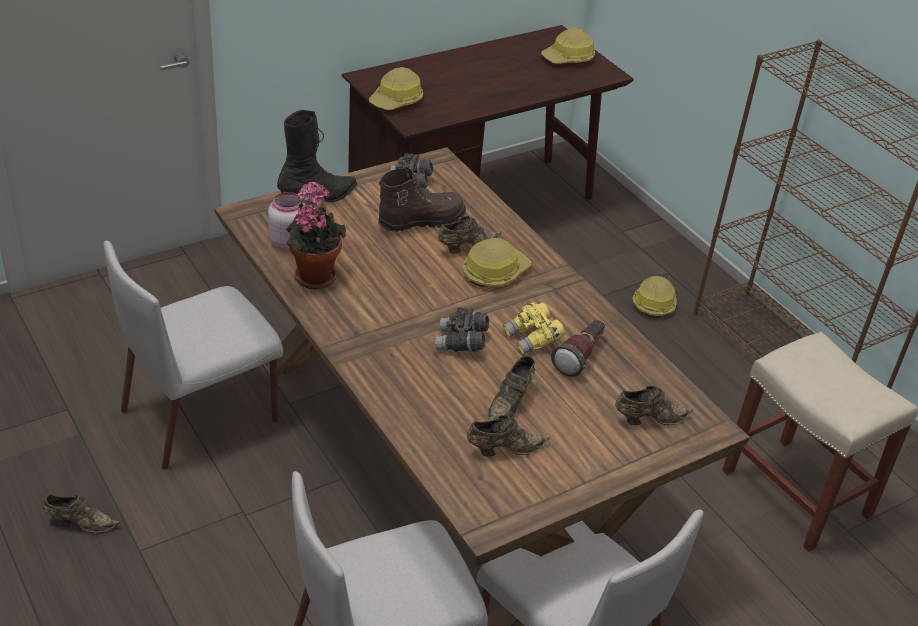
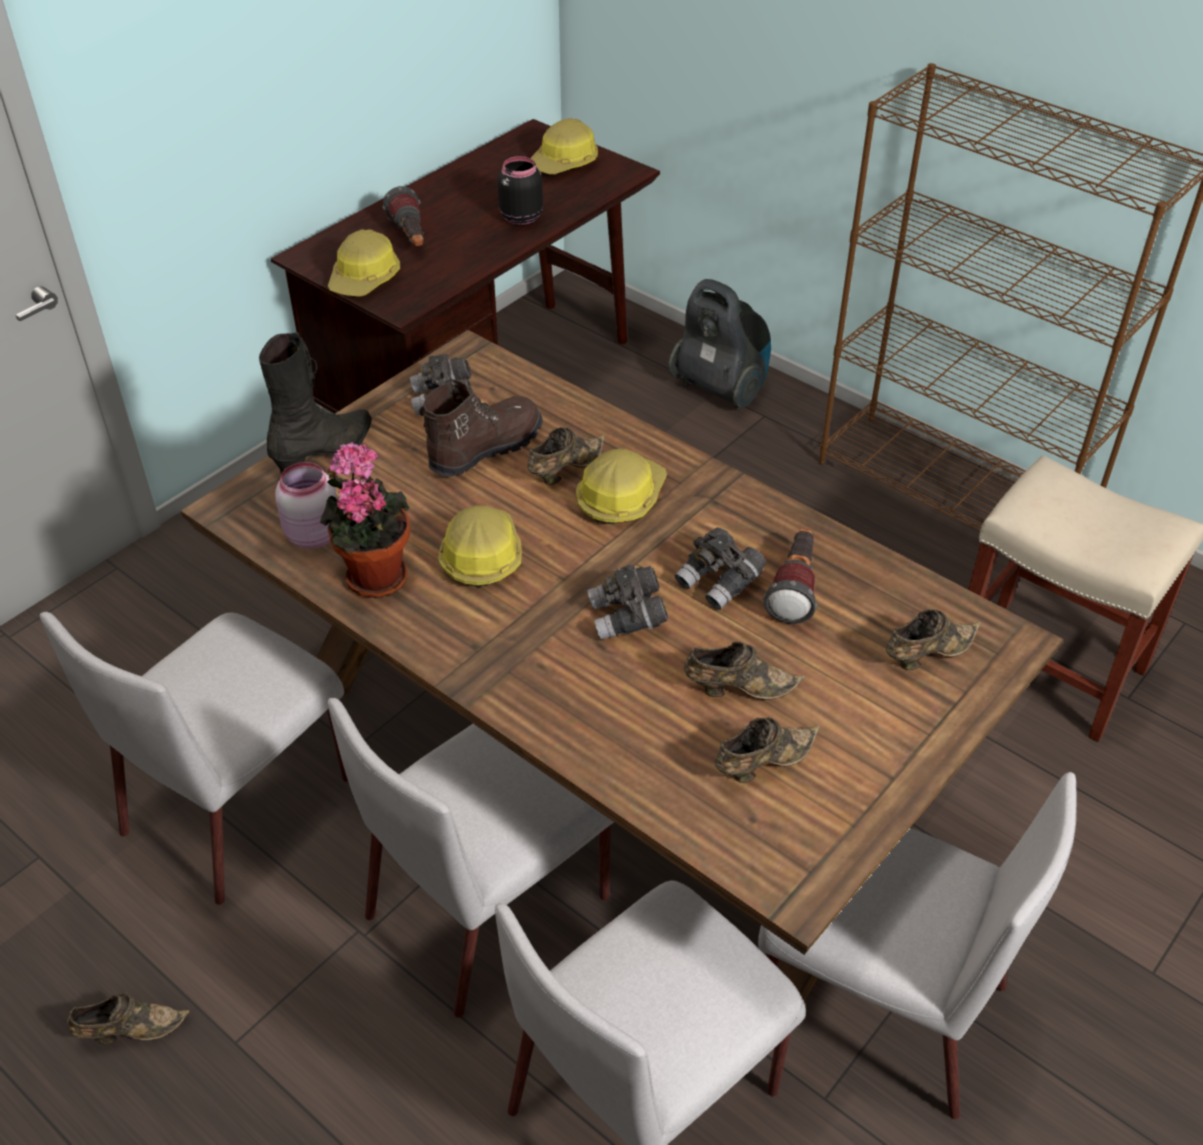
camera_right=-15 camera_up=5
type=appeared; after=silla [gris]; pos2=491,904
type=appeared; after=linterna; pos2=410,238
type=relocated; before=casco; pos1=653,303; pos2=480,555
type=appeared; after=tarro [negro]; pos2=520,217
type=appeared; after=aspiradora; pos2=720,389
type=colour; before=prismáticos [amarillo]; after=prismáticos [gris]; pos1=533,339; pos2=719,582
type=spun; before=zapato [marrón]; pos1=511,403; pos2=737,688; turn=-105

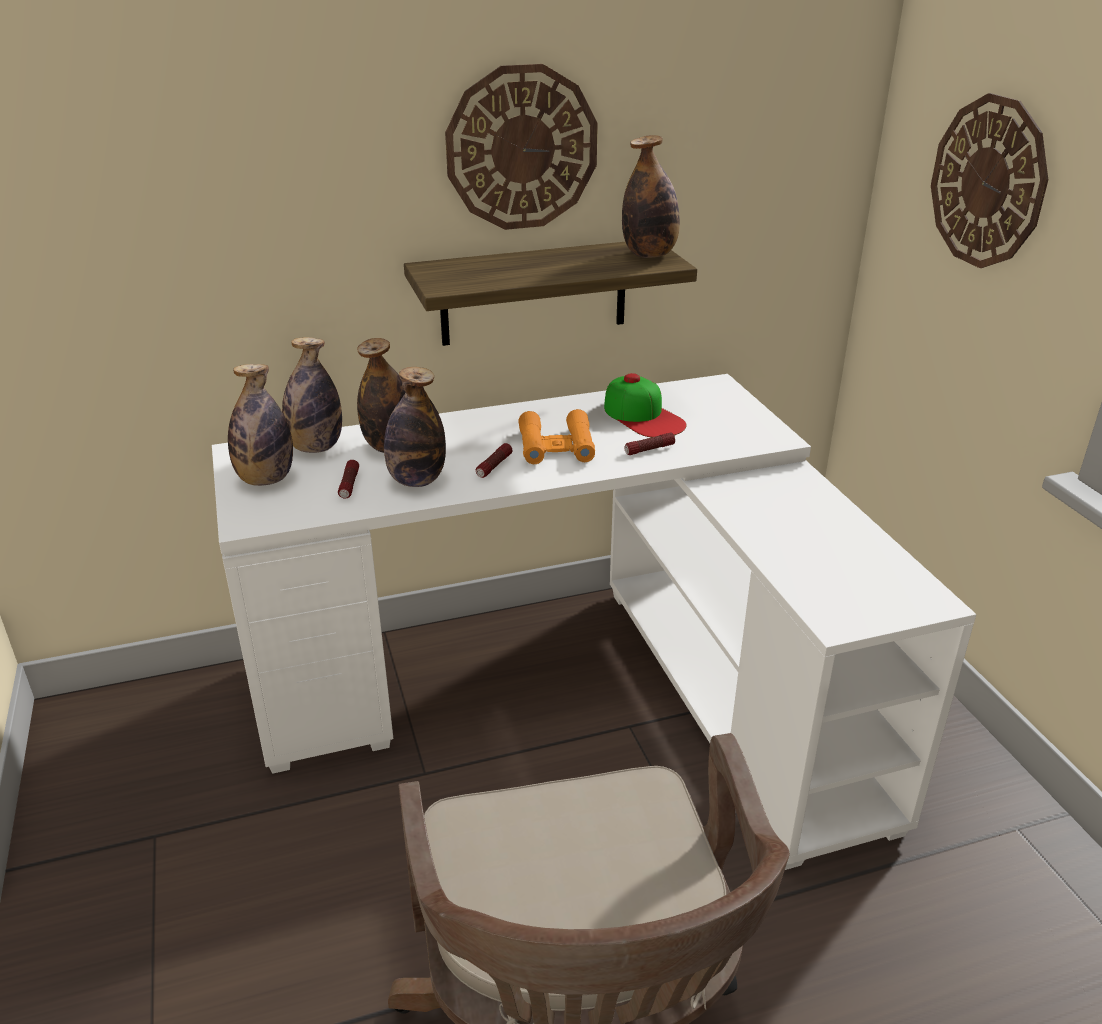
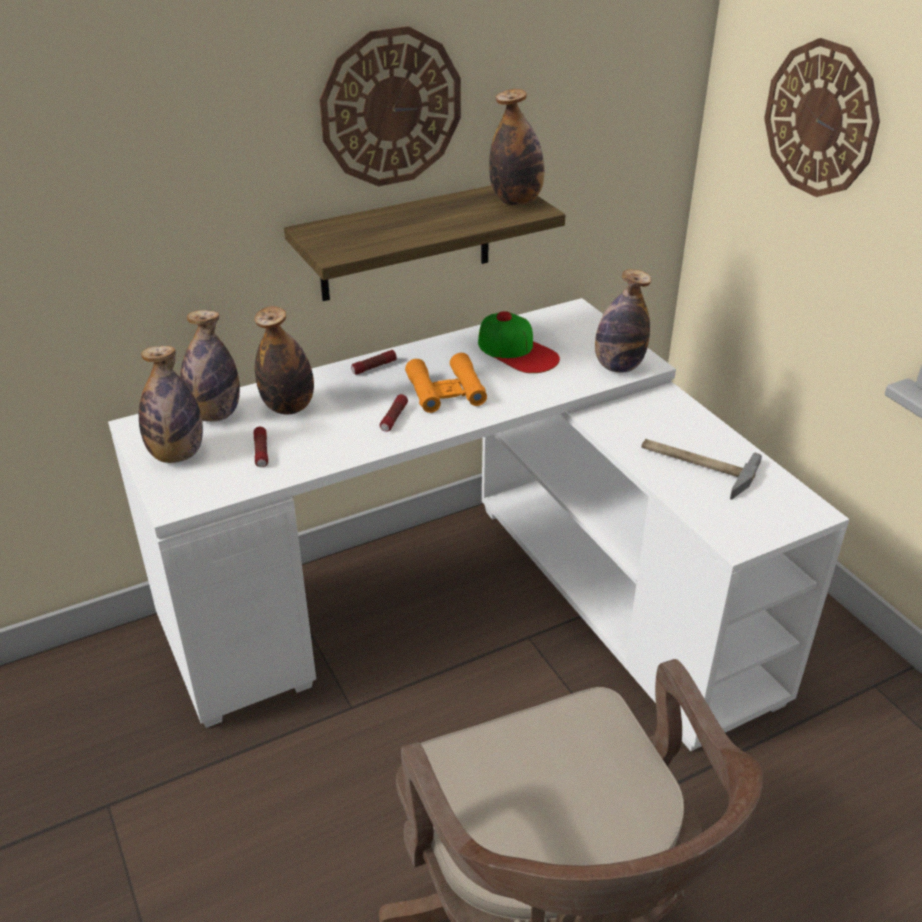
camera_right=-10 camera_up=5
type=relocated; before=linterna; pos1=649,449; pos2=374,367
type=relocated; before=botella; pos1=416,480; pos2=618,366
type=appeared; after=martillo; pos2=695,465

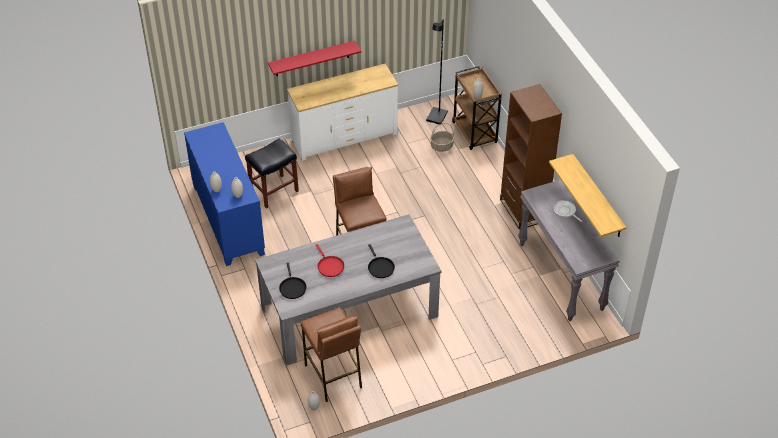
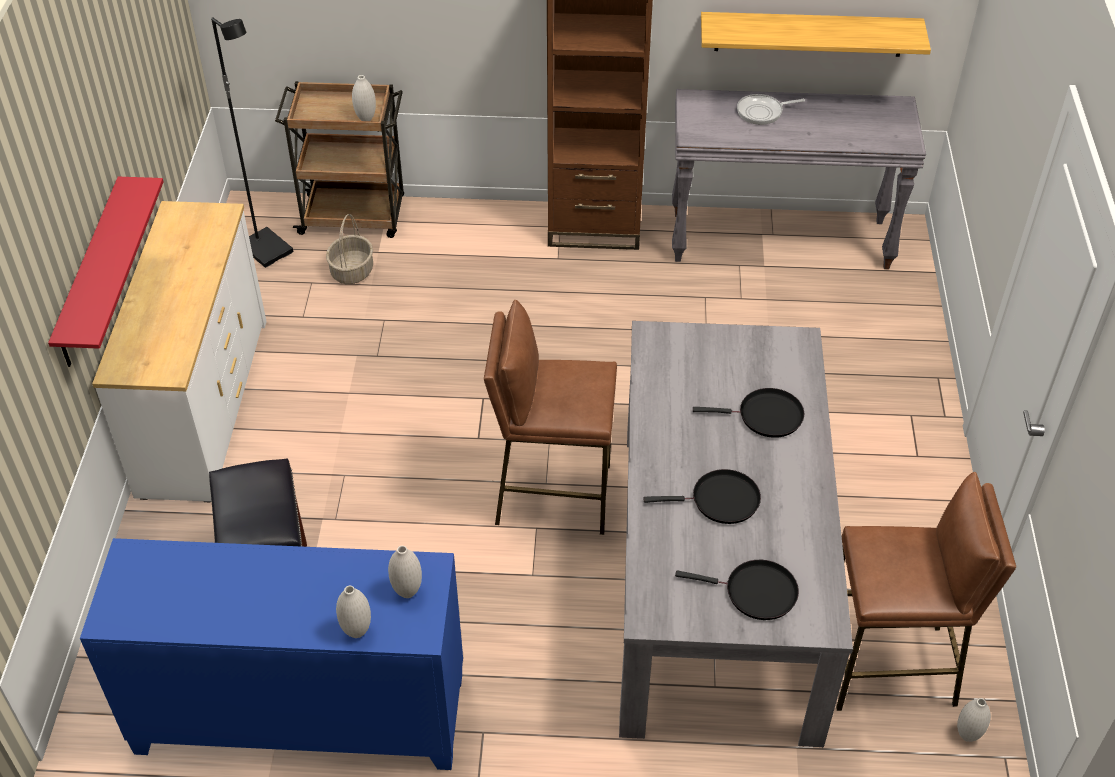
camera_right=-65 camera_up=0
type=colour; before=sartén [rojo]; after=sartén [negro]; pos1=329,266; pos2=720,500

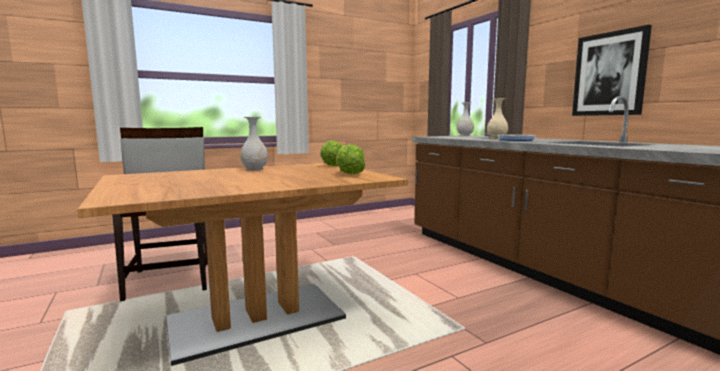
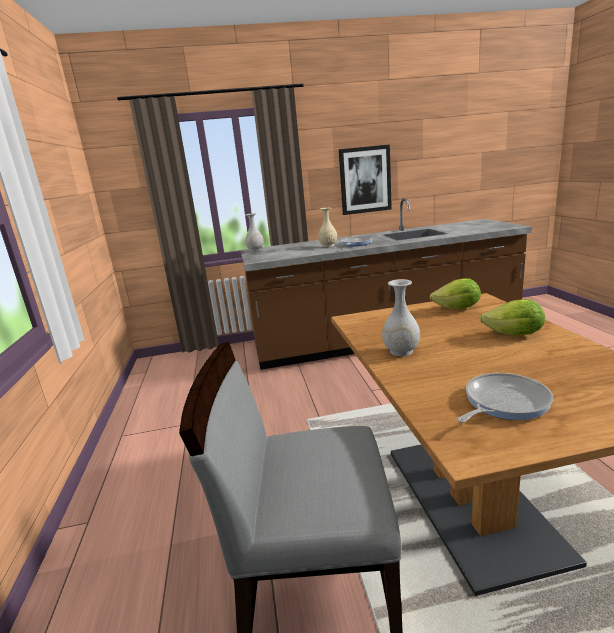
camera_right=-70 camera_up=10
type=appeared; after=sartén; pos2=503,403
type=relocated; before=lechuga; pos1=332,166; pos2=514,334

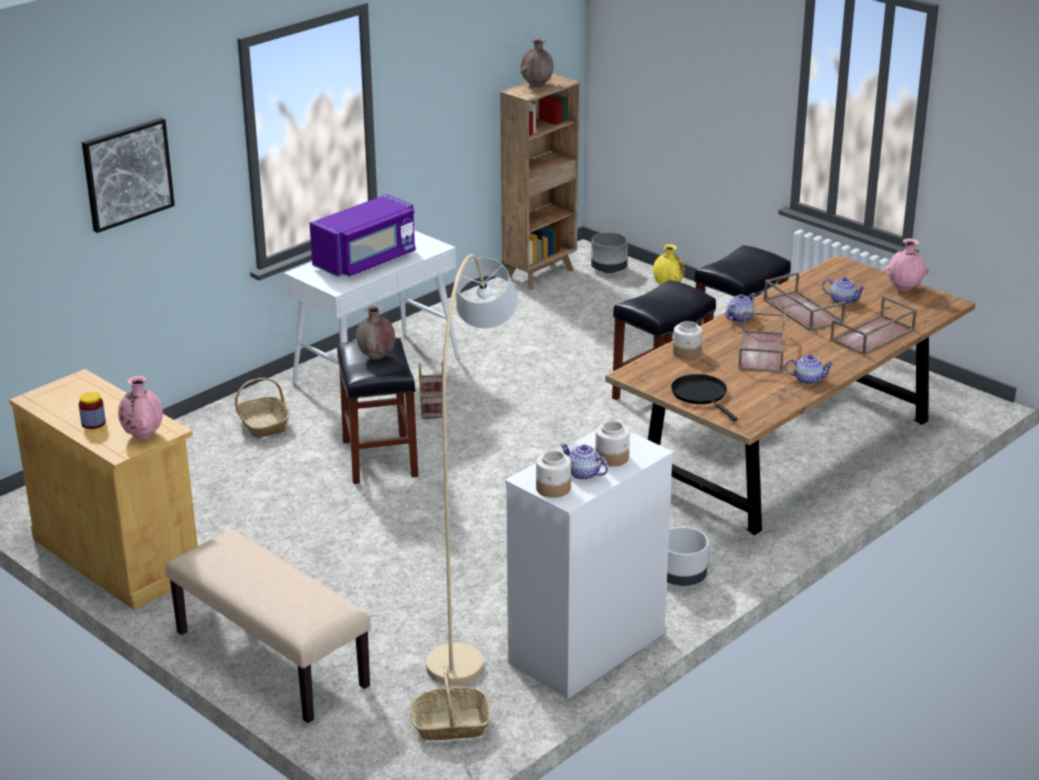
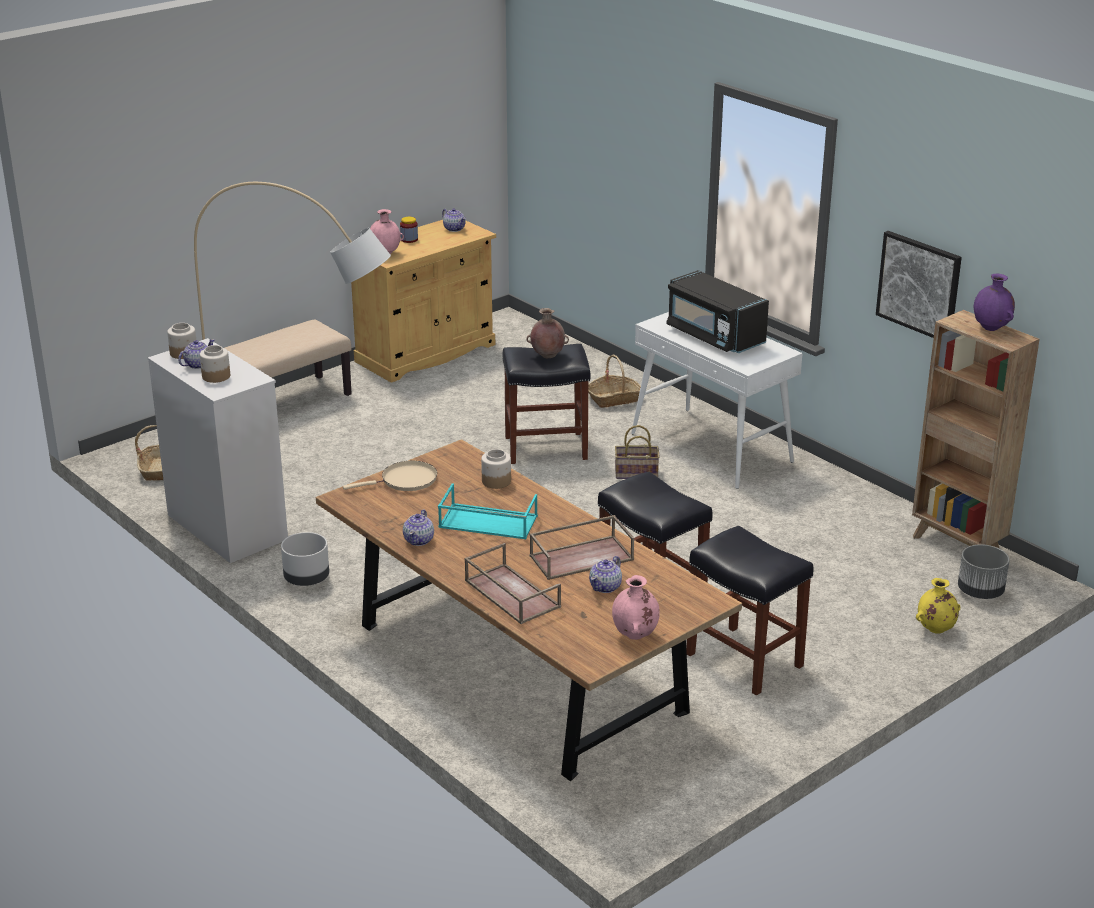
camera_right=95 camera_up=0
type=colour; before=sartén [negro]; after=sartén [beis]; pos1=701,395; pos2=405,481
type=colour; before=bandeja [marrón]; after=bandeja [turquesa]; pos1=762,352; pos2=487,522
type=relocated; before=tetera; pos1=739,318; pos2=454,229
type=colour; before=microondas [morado]; after=microondas [negro]; pos1=366,261; pos2=714,336
type=relocated; before=cuadro; pos1=127,174; pos2=919,285
type=colour; before=florero [marrón]; after=florero [morado]; pos1=537,85; pos2=991,328

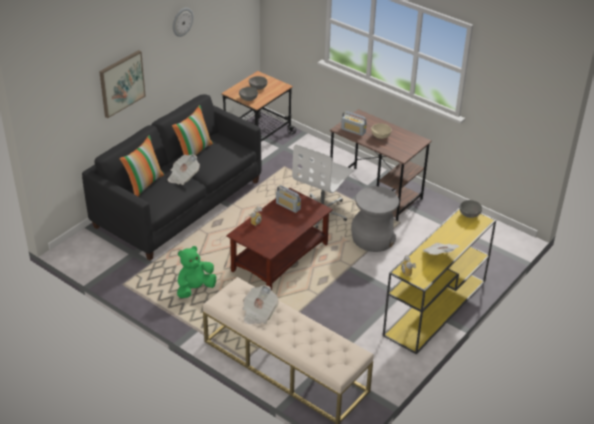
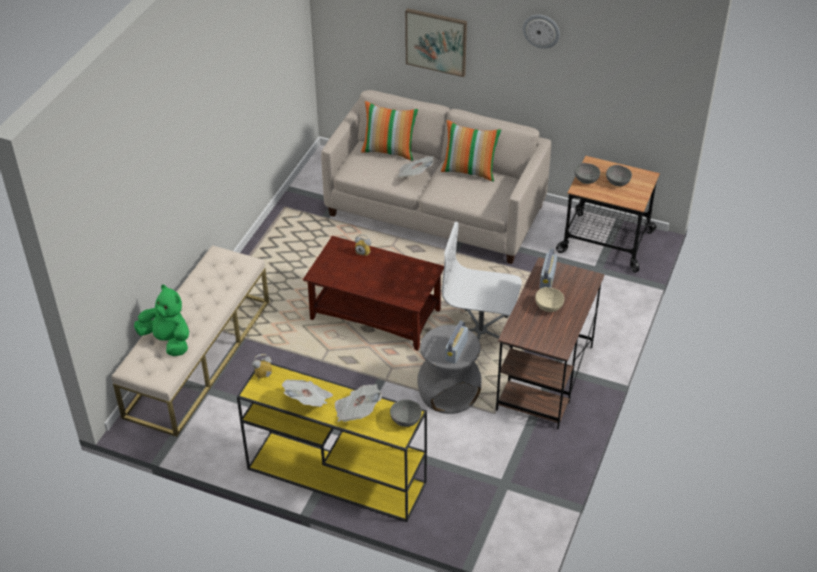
camera_right=75 camera_up=5
type=relocated; before=peluche [verde]; pos1=195,288; pos2=168,341
type=colour; before=sofá [negro]; after=sofá [beis]; pos1=178,204; pos2=436,210
type=relocated; before=periódico; pos1=258,313; pos2=357,411
type=relocated; before=radio; pos1=288,206; pos2=456,350

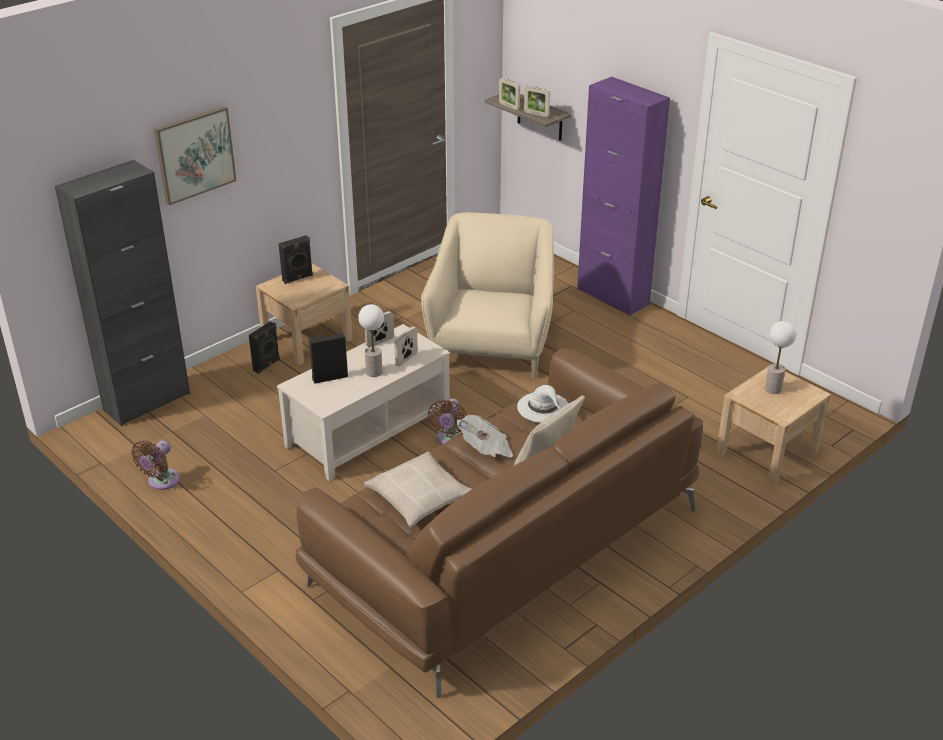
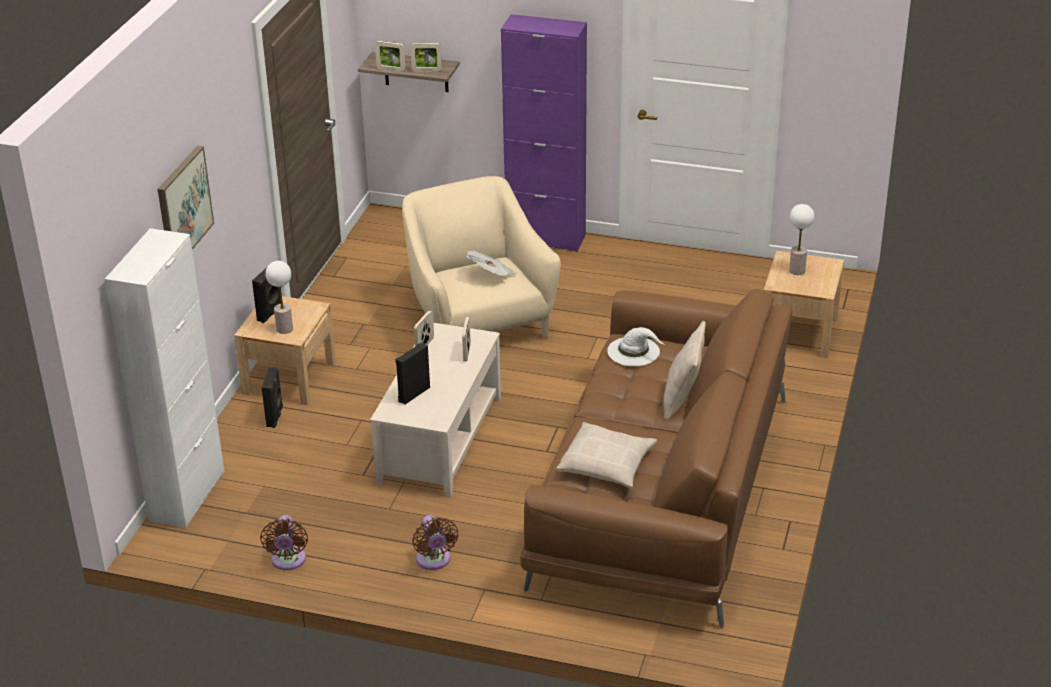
camera_right=-30 camera_up=0
type=colour; before=armario [negro]; after=armario [blanco]; pos1=147,402; pos2=187,495
type=relocated; before=lámpara de mesa; pos1=374,372; pos2=284,329
type=relocated; before=ventilador [marrón]; pos1=450,439; pos2=434,561
type=relocated; before=periódico; pos1=486,449; pos2=492,275

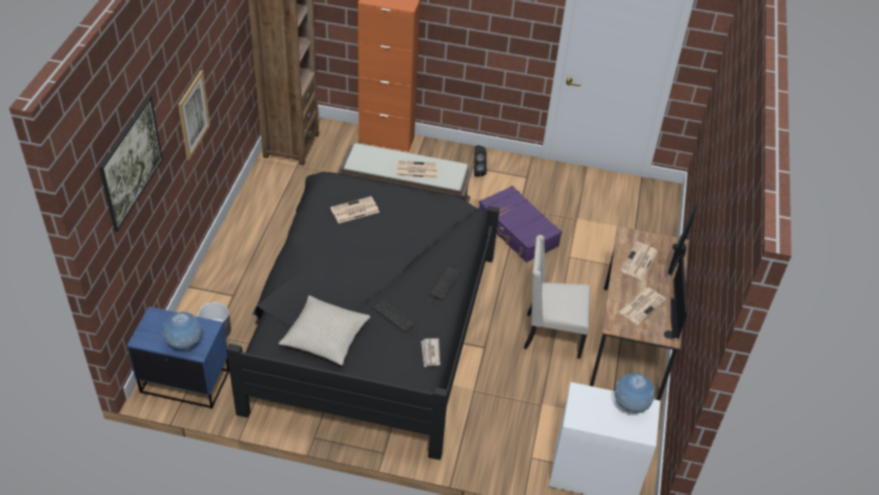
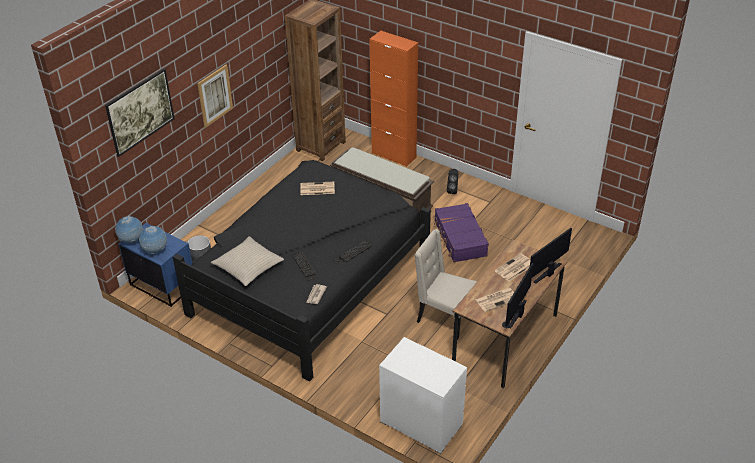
camera_right=25 camera_up=-5
type=relocated; before=globo terráqueo; pos1=630,405; pos2=132,241
type=missing; before=periódico; pos1=416,170

